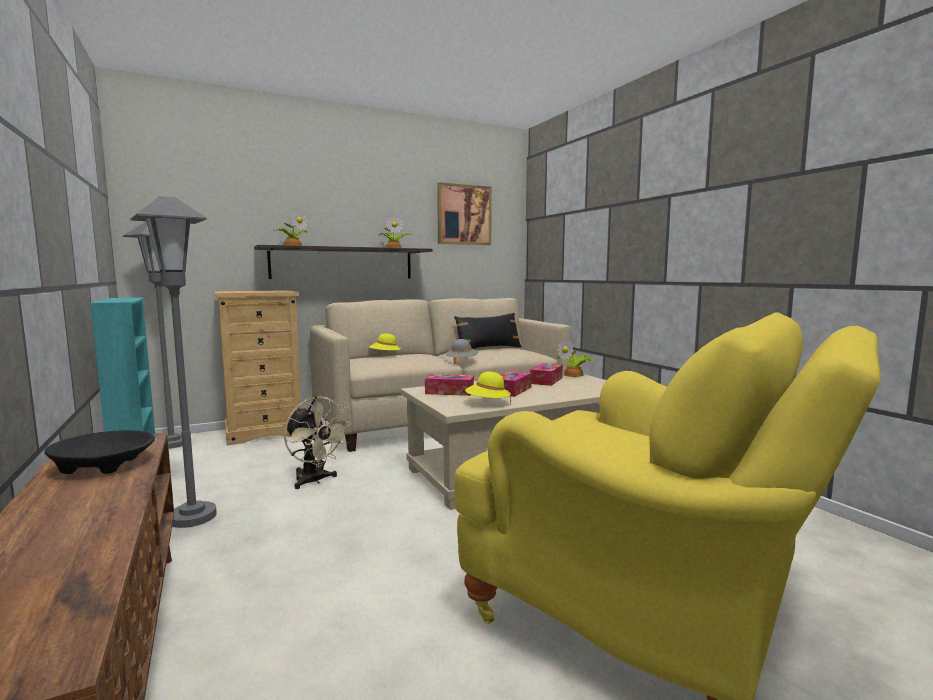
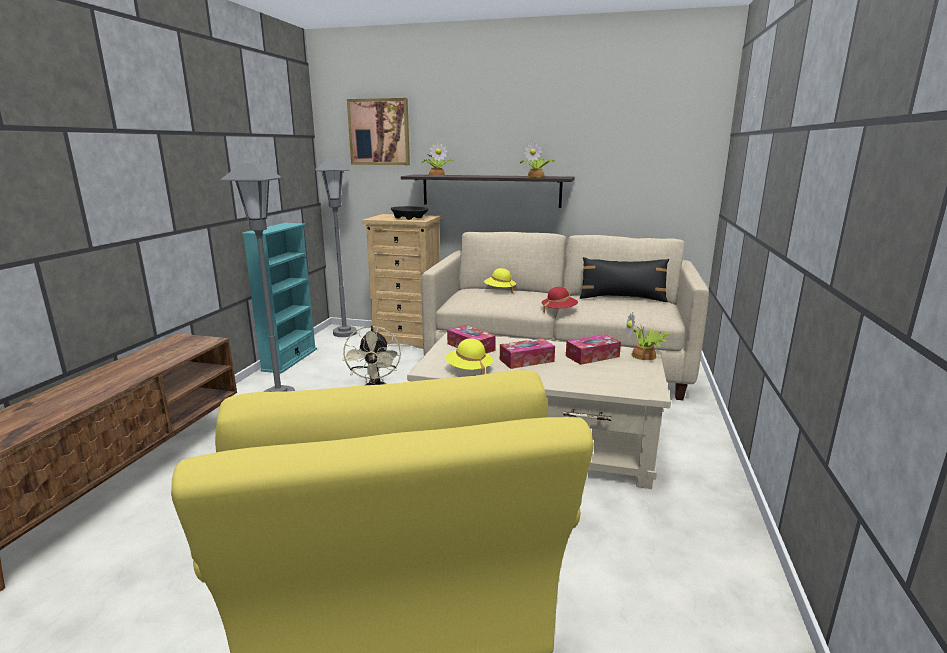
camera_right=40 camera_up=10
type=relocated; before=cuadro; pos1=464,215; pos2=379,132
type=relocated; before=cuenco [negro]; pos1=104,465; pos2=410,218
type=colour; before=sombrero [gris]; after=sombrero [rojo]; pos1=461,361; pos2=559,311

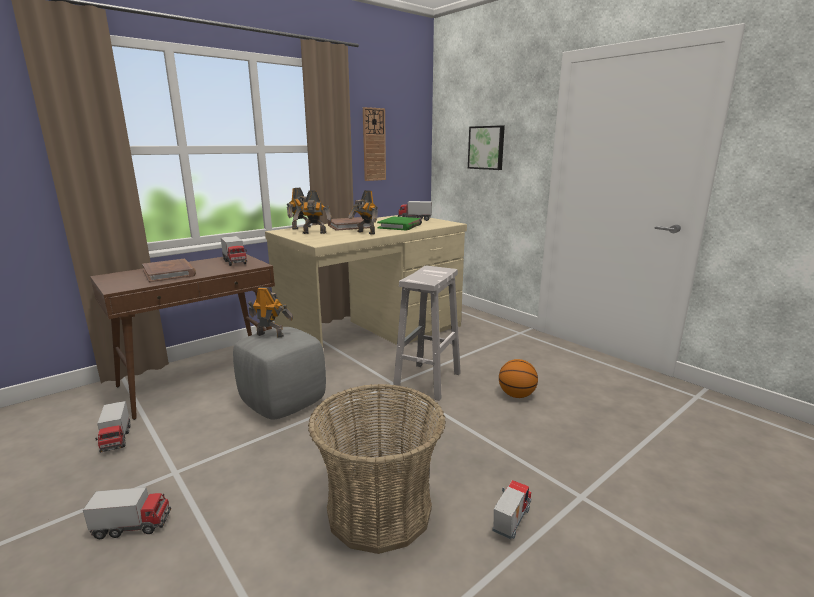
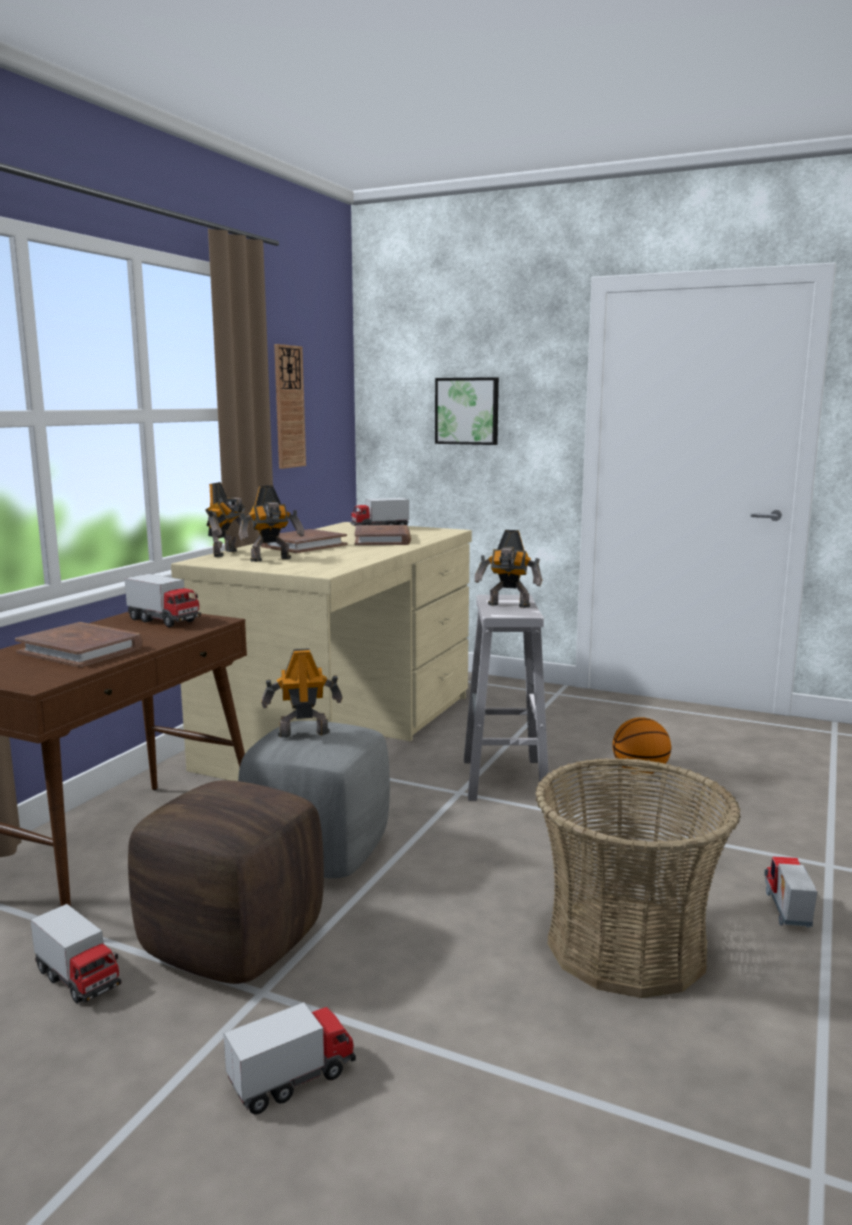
camera_right=-25 camera_up=-5
type=appeared; after=puf [marrón]; pos2=233,945
type=colour; before=libro [verde]; after=libro [marrón]; pos1=400,226; pos2=382,540
type=relocated; before=robot de juguete; pos1=365,233; pos2=508,606

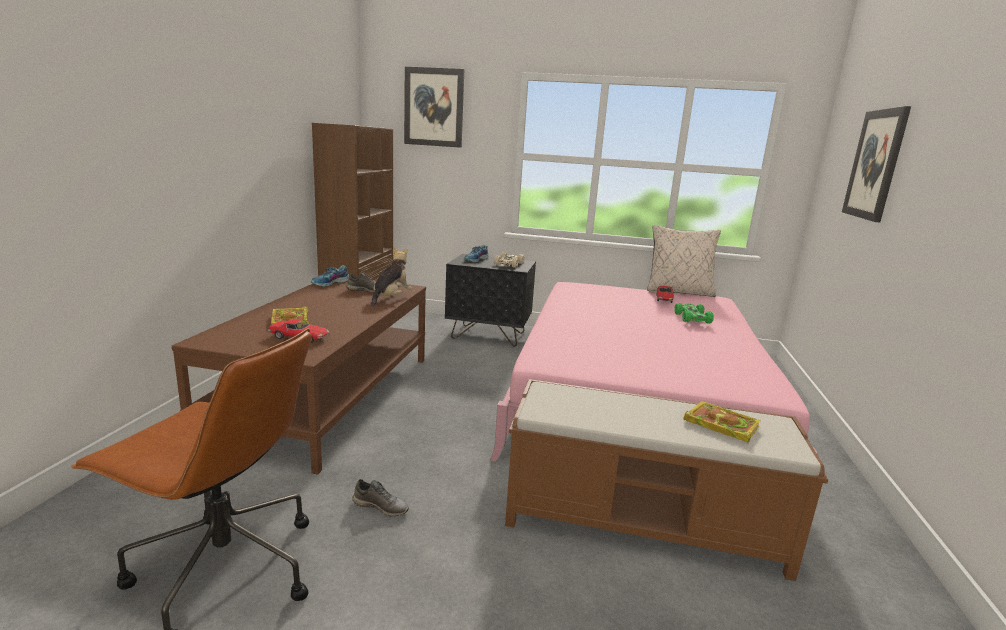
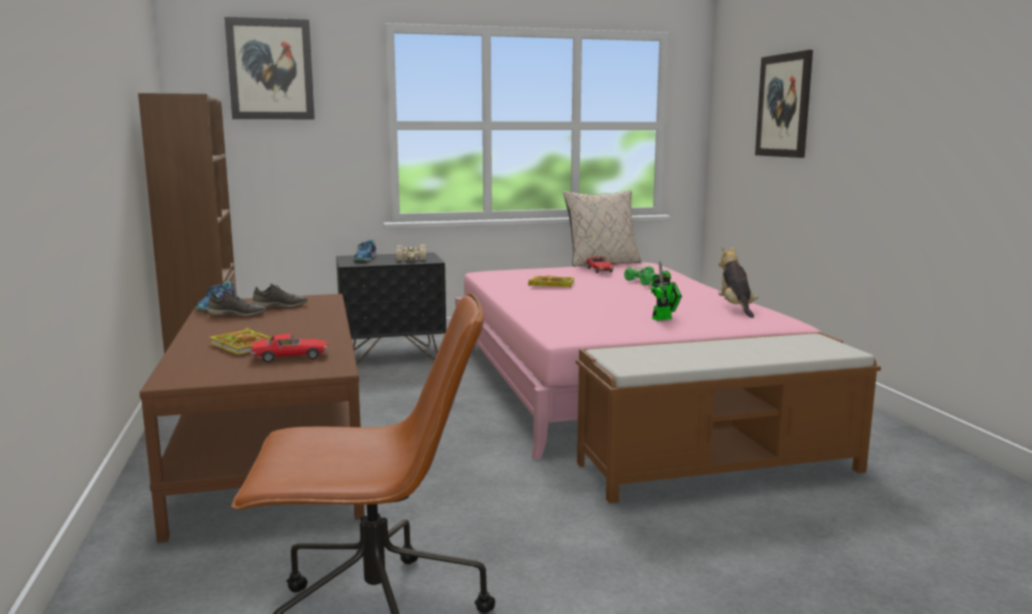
camera_right=-25 camera_up=-5
type=relocated; before=zapato [gris]; pos1=381,506; pos2=237,315
type=relocated; before=libro; pos1=719,424; pos2=550,284
type=appeared; after=robot de juguete; pos2=664,318
type=relocated; before=peluche; pos1=391,298; pos2=736,308

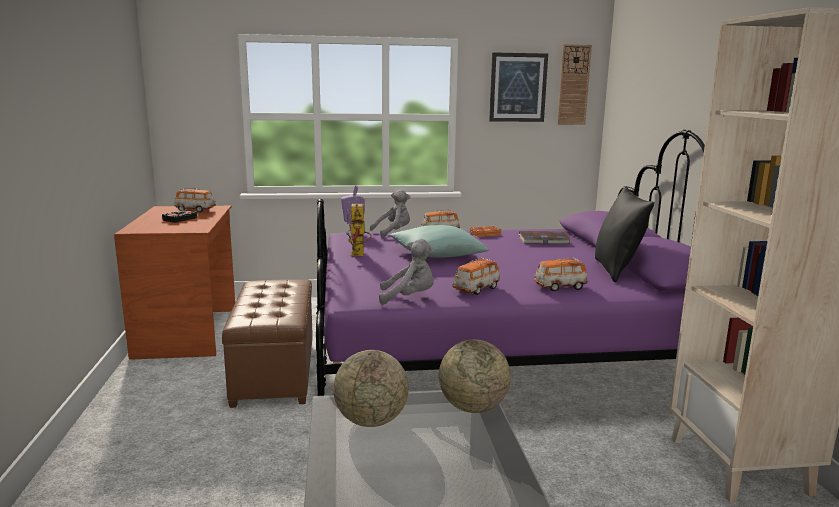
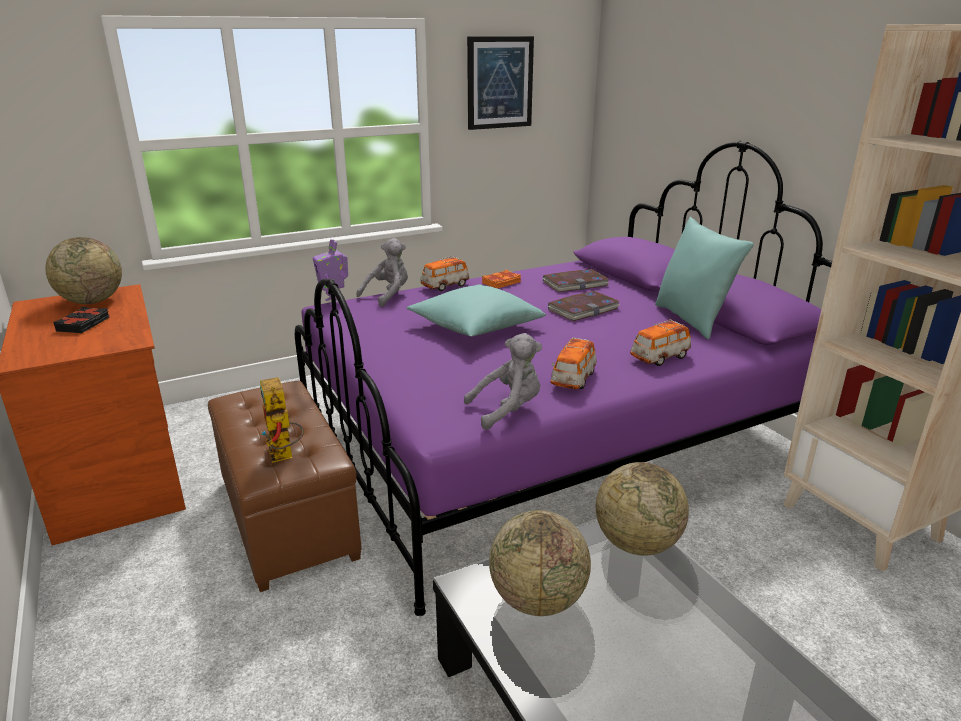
camera_right=-20 camera_up=10
type=exchanged; before=coche de juguete; after=globo terráqueo; pos1=195,210; pos2=92,301
type=relocated; before=robot de juguete; pos1=359,255; pos2=285,456
type=appeared; after=libro; pos2=583,309
type=colour; before=cojín [negro]; after=cojín [turquesa]; pos1=616,270; pos2=692,320
type=missing; before=reloj de pared; pos1=573,85

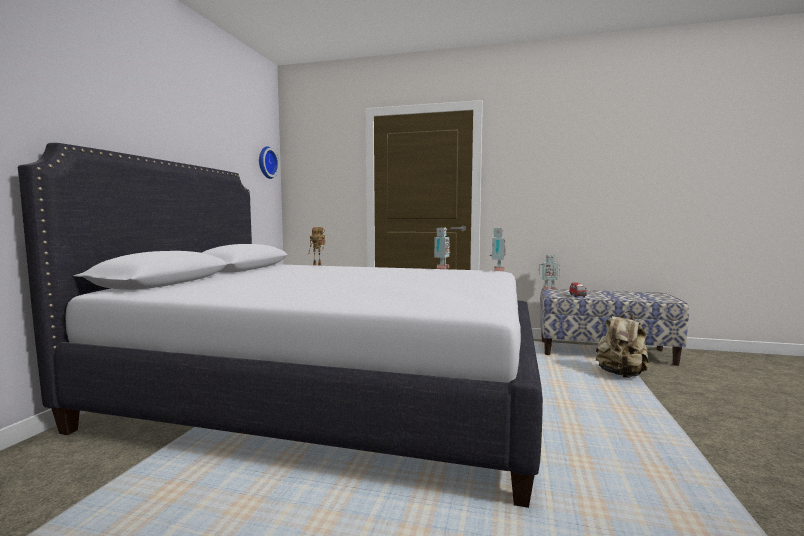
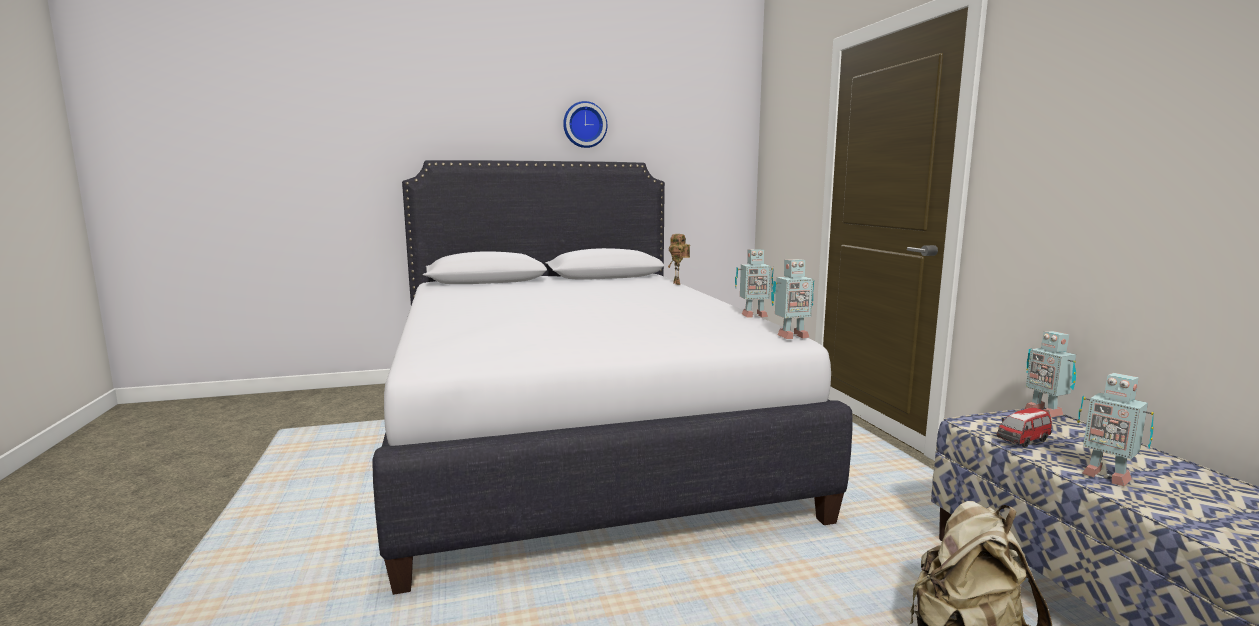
camera_right=60 camera_up=5
type=relocated; before=reloj de pared; pos1=266,162; pos2=584,125
type=appeared; after=robot de juguete; pos2=1105,475

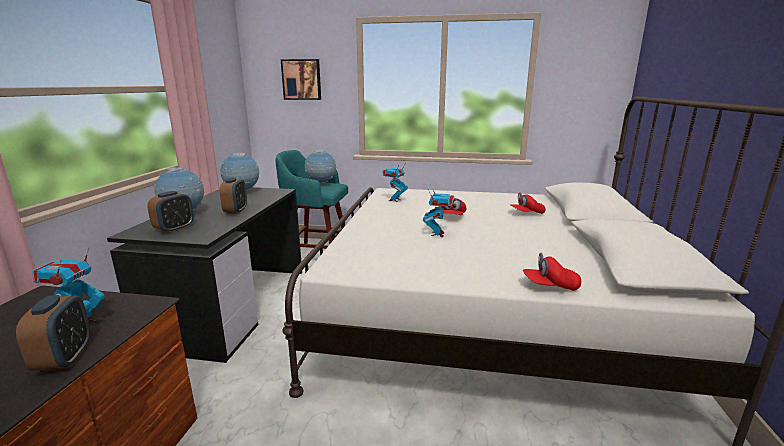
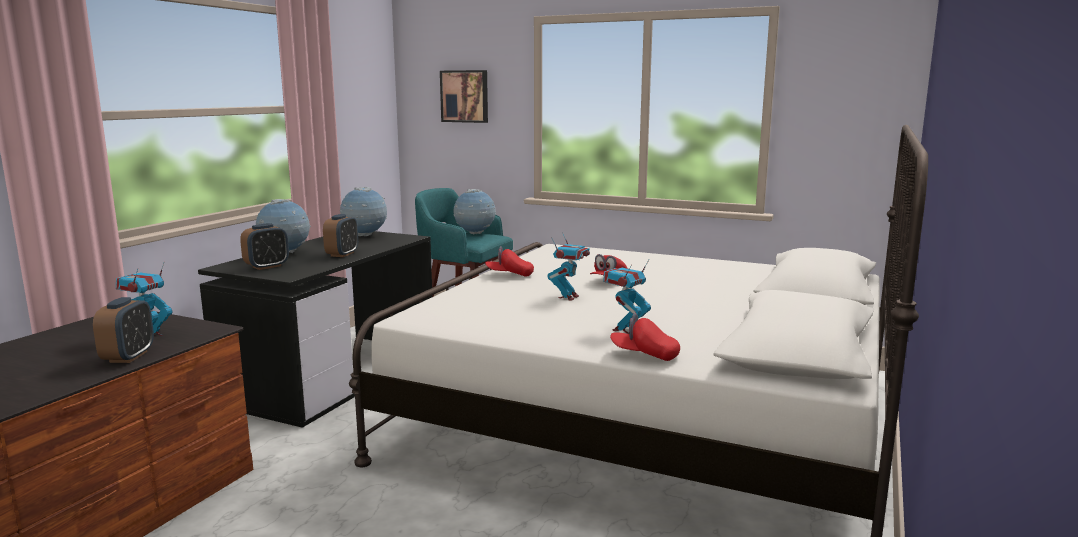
camera_right=15 camera_up=-5
type=relocated; before=gorra [rojo]; pos1=526,213; pos2=509,275
type=relocated; before=robot de juguete; pos1=394,200; pos2=625,330

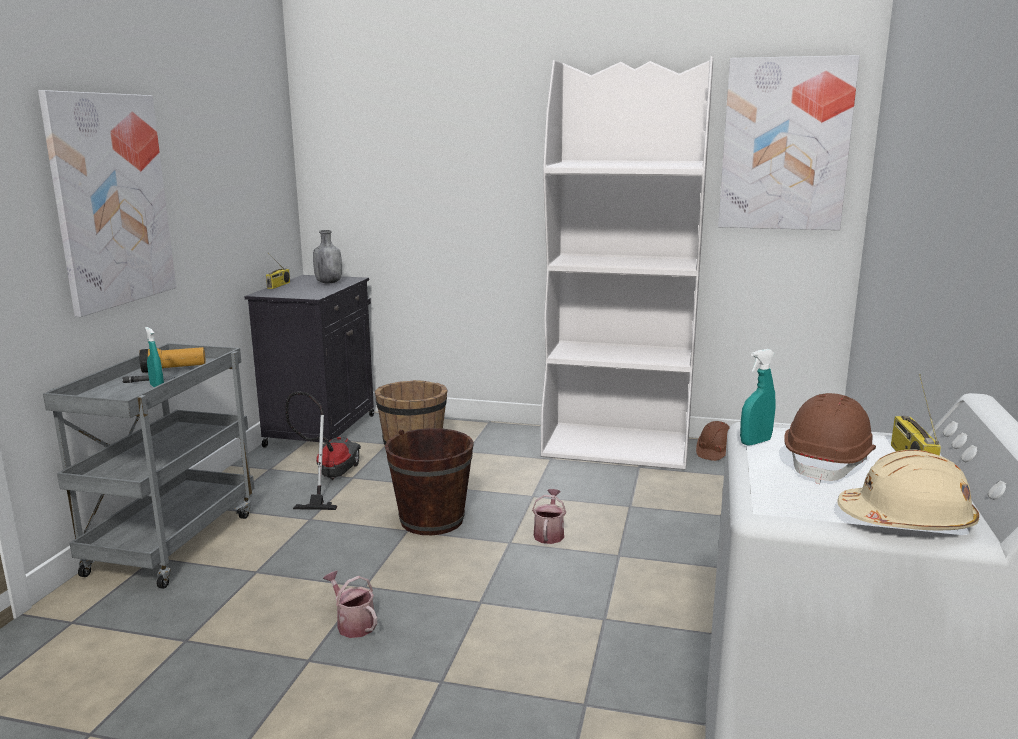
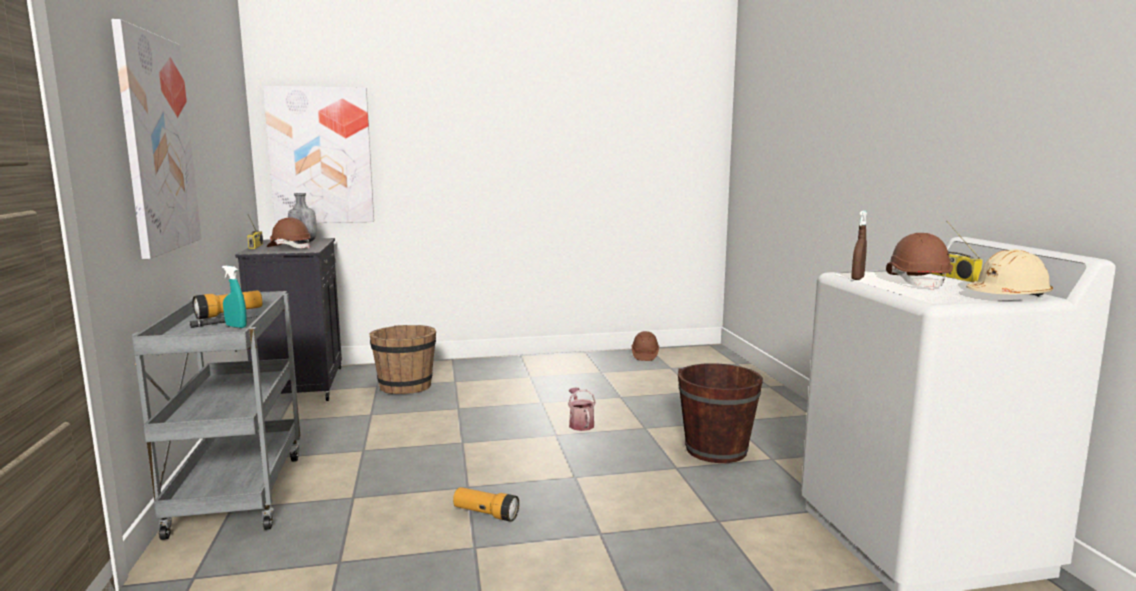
camera_right=-25 camera_up=-5
type=relocated; before=cuadro; pos1=785,145; pos2=321,156
type=appeared; after=casco [marrón]; pos2=290,247
type=exchanged; before=regadera; after=linterna; pos1=353,624; pos2=486,514
type=relocated; before=cubo [marrón]; pos1=432,520; pos2=716,450
type=colour; before=pulverizador [turquesa]; after=pulverizador [marrón]; pos1=755,442; pos2=857,278
type=missing; before=aspiradora; pos1=328,478
type=missing; before=estantería [blanco]; pos1=618,447

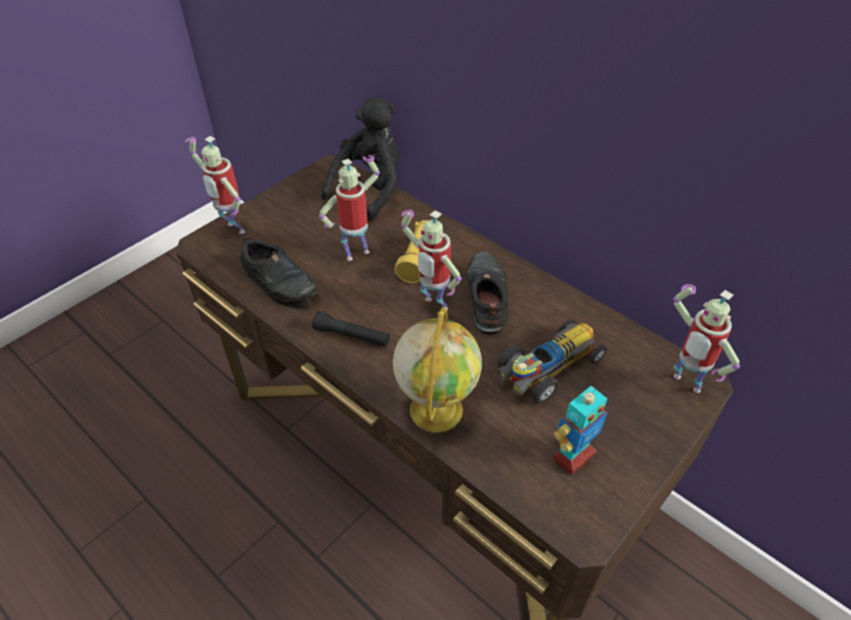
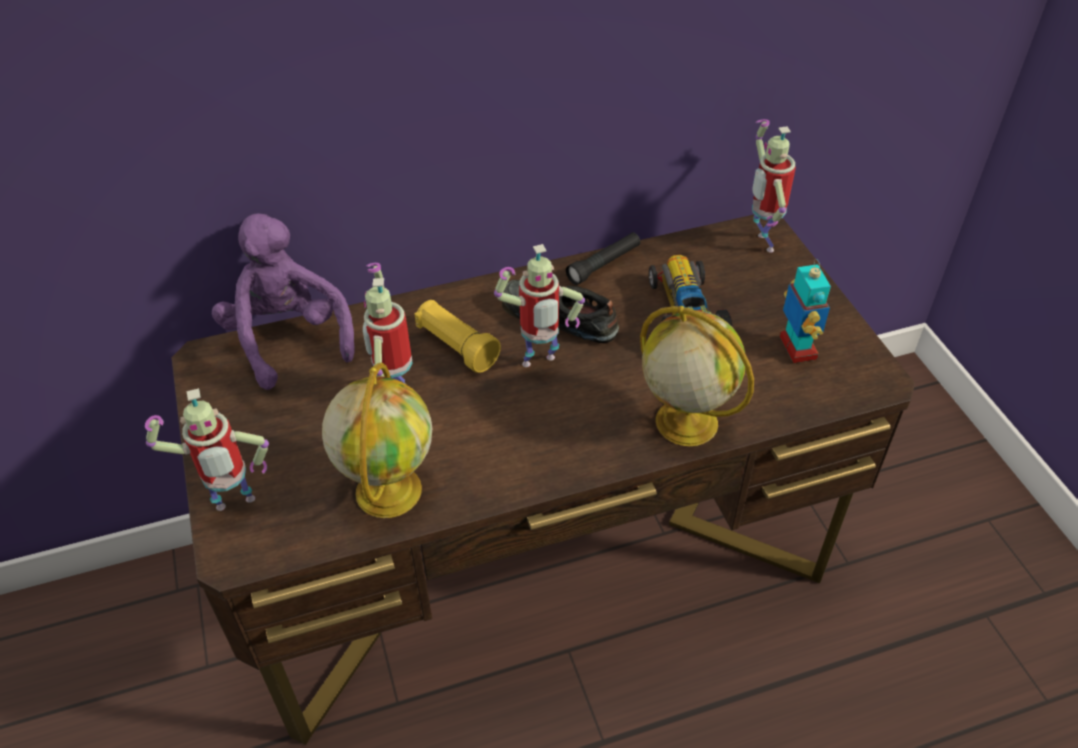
camera_right=-60 camera_up=0
type=colour; before=peluche [negro]; after=peluche [morado]; pos1=369,189; pos2=288,339
type=exchanged; before=zapato [negro]; after=globo terráqueo; pos1=280,282; pos2=388,489
type=relocated; before=linterna [negro]; pos1=352,336; pos2=604,265
type=spun; before=robot de juguete; pos1=683,385; pos2=760,243; turn=90

